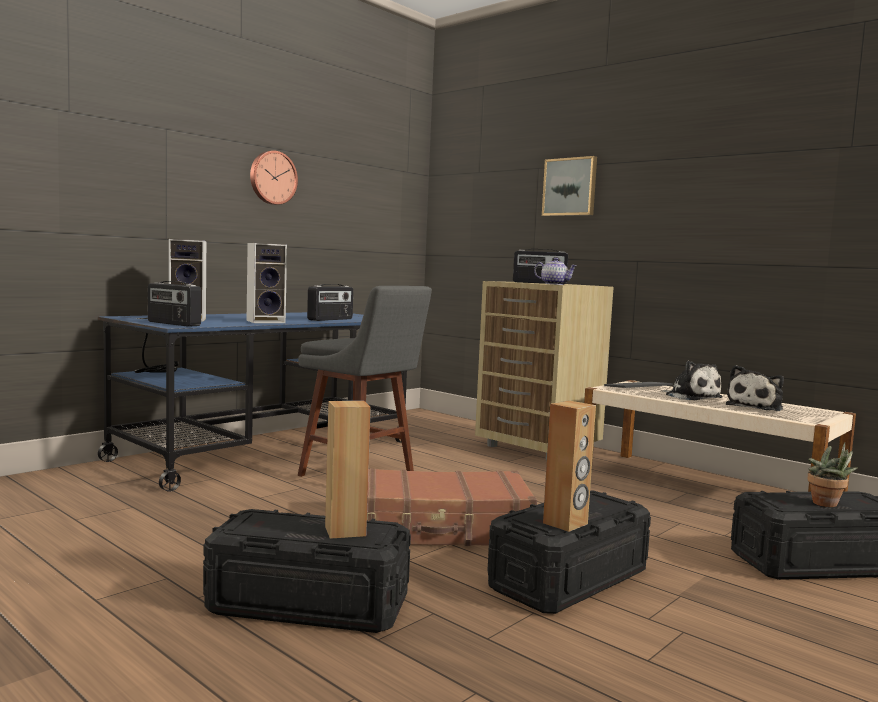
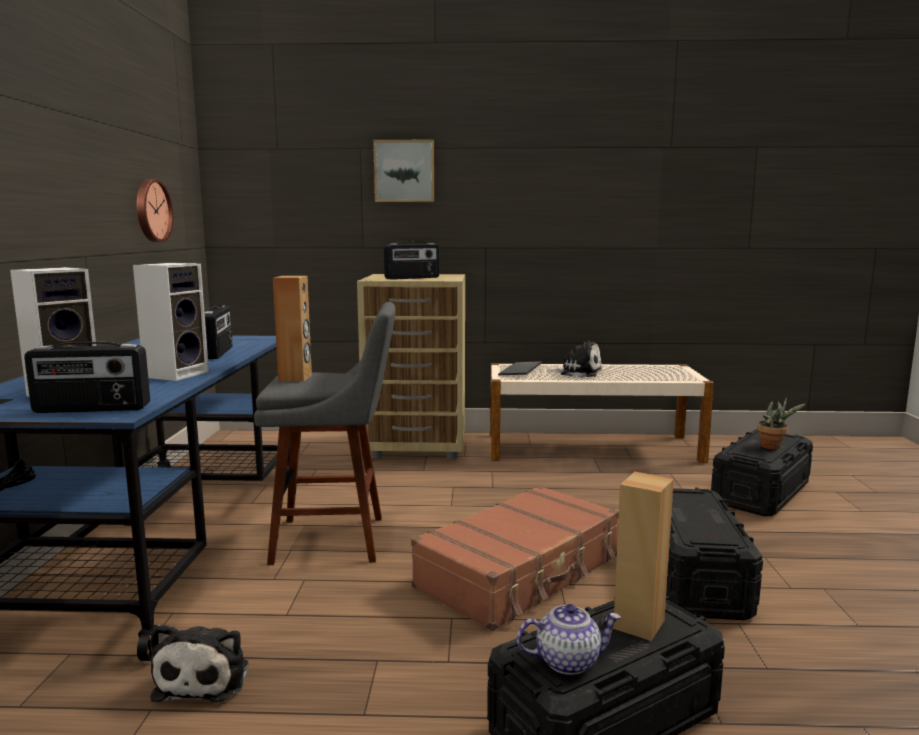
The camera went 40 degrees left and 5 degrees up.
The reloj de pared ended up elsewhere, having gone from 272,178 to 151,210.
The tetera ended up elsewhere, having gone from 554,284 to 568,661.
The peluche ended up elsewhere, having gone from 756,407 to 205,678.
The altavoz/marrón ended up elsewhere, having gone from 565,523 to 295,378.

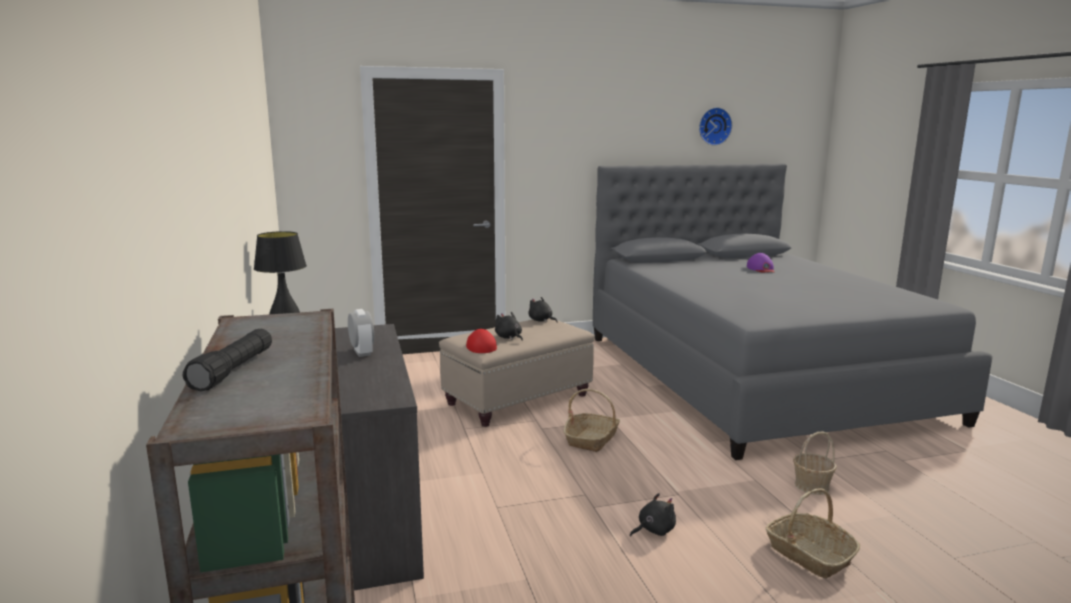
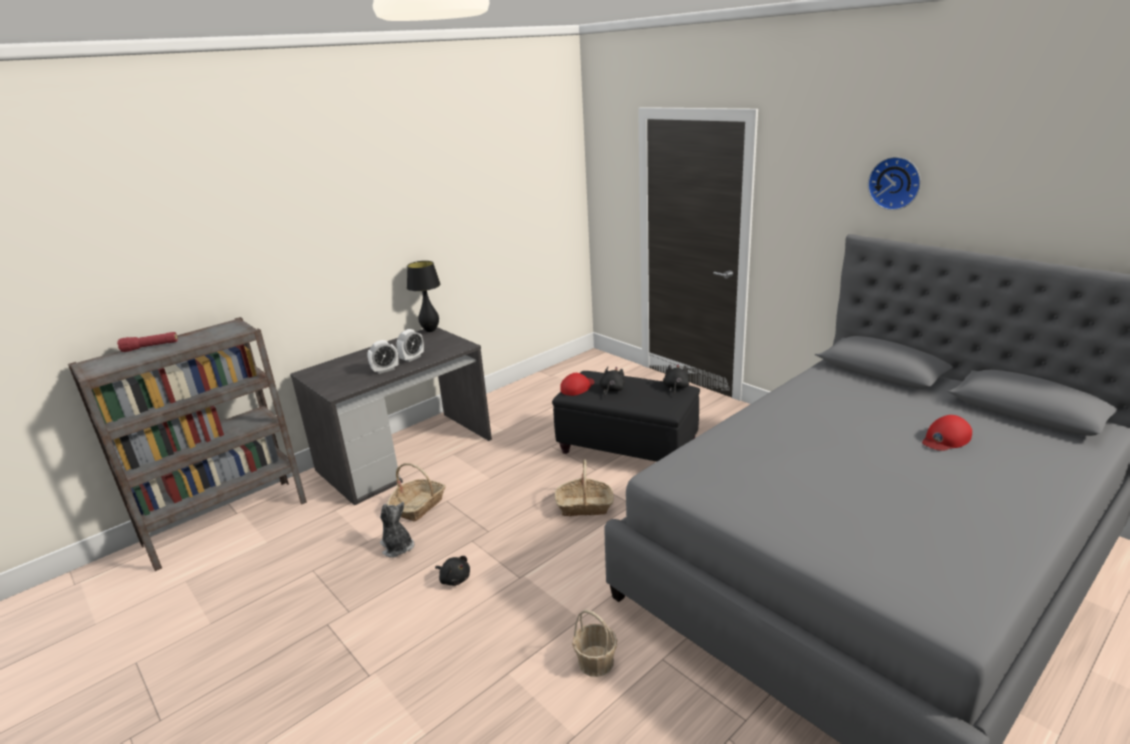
The camera went 65 degrees right and 10 degrees up.
The reloj de pared ended up elsewhere, having gone from 714,126 to 895,183.
What was the gorra/morado at 761,269 turned into the gorra/rojo at 945,439.
What was the puf/beis at 517,399 turned into the puf/negro at 626,447.
What was the linterna/negro at 234,371 turned into the linterna/rojo at 150,347.
The cesta ended up elsewhere, having gone from 809,554 to 418,506.
The second view gained the despertador at 385,370.
The second view gained the peluche at 397,547.

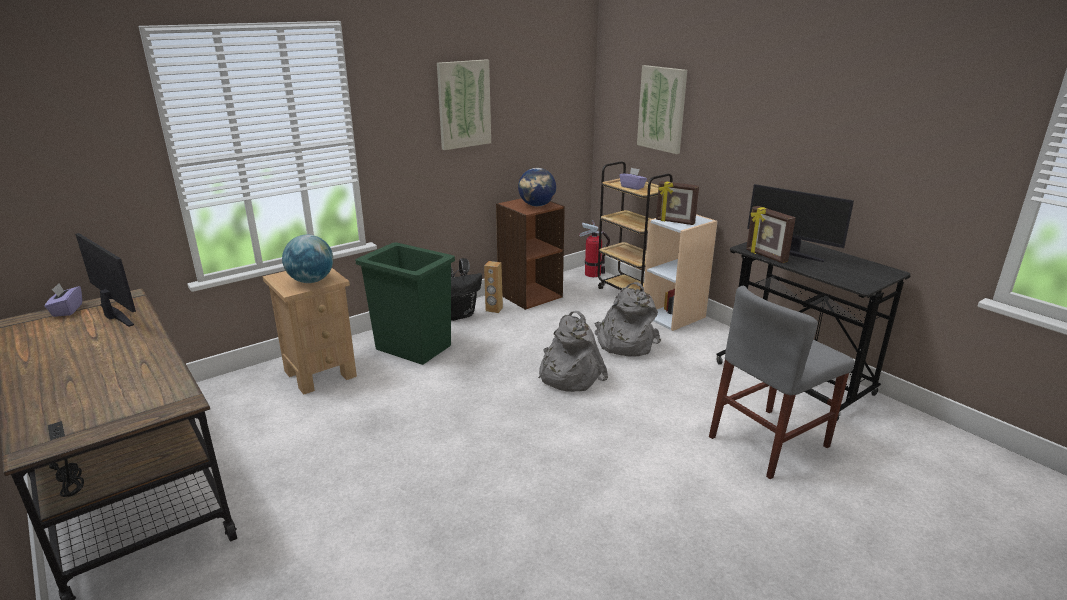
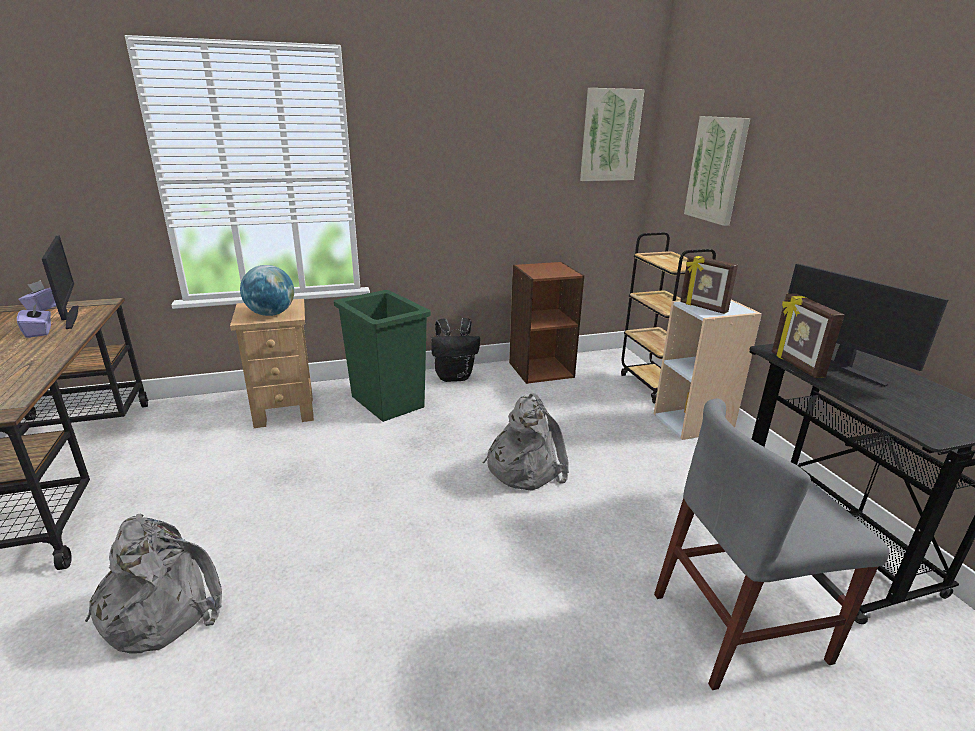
The camera went 20 degrees right and 0 degrees up.
The cuadro ended up elsewhere, having gone from 463,104 to 610,135.
The second view lost the globo terráqueo at 537,205.
The caja de pañuelos/morado ended up elsewhere, having gone from 632,187 to 39,332.
The second view lost the extintor at 593,274.
The second view lost the altavoz/marrón at 494,309.
The mochila/gris ended up elsewhere, having gone from 624,343 to 164,607.

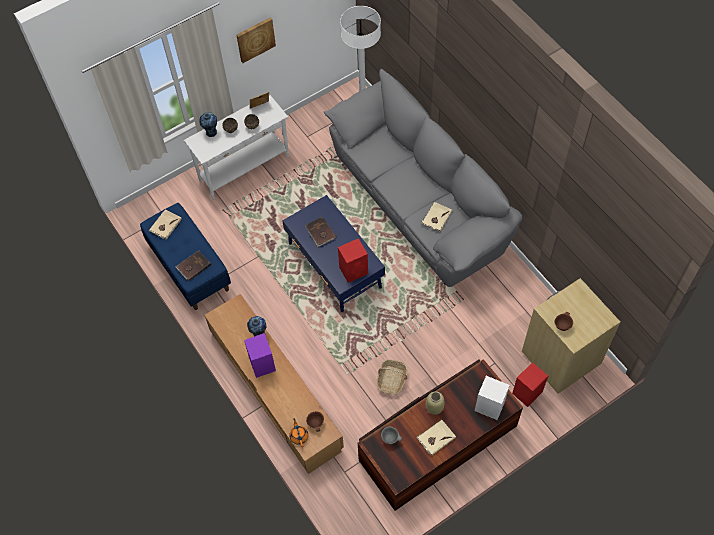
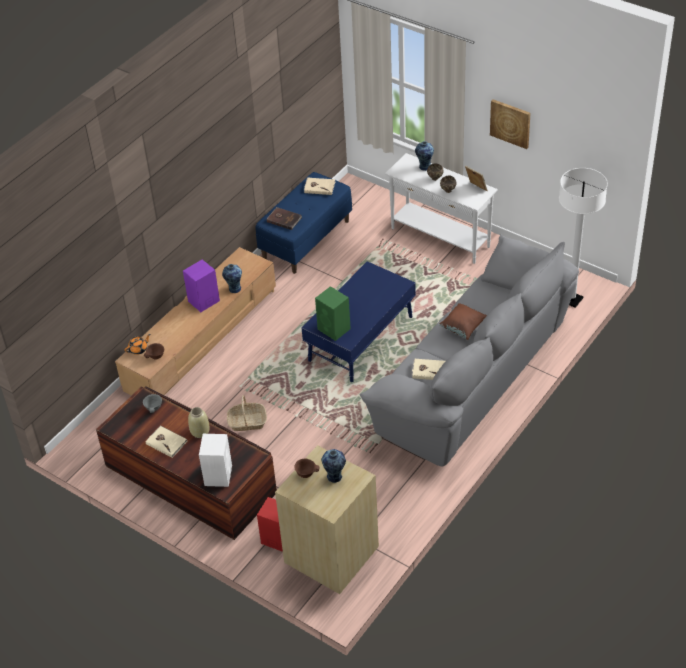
The camera went 70 degrees right and 15 degrees down.
The second view lost the libro/marrón at 320,232.
What was the altavoz/rojo at 354,270 turned into the altavoz/verde at 334,329.
The second view gained the cojín/marrón at 463,328.
The second view gained the florero at 334,477.

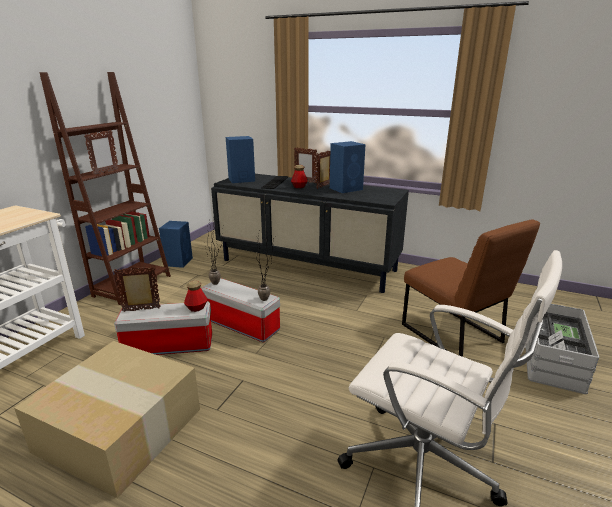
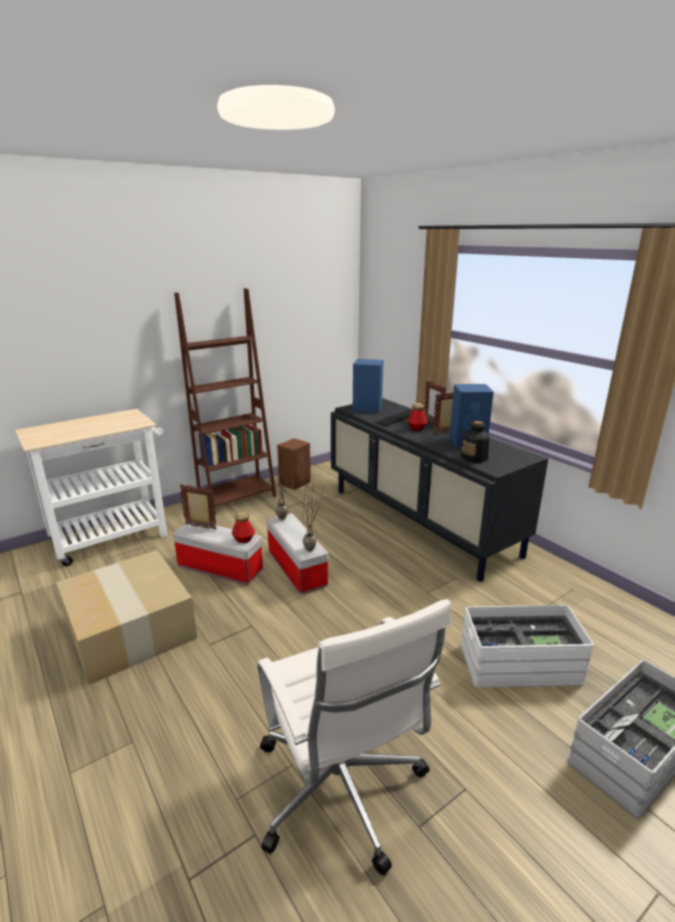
The camera went 30 degrees right and 0 degrees up.
The second view lost the portarretratos at 106,172.
Where the silla/marrón stood at 453,335, the caja de almacenaje/blanco came to stand at 519,664.
What was the altavoz/azul at 179,261 turned into the altavoz/marrón at 295,482.
The second view gained the botella at 474,457.

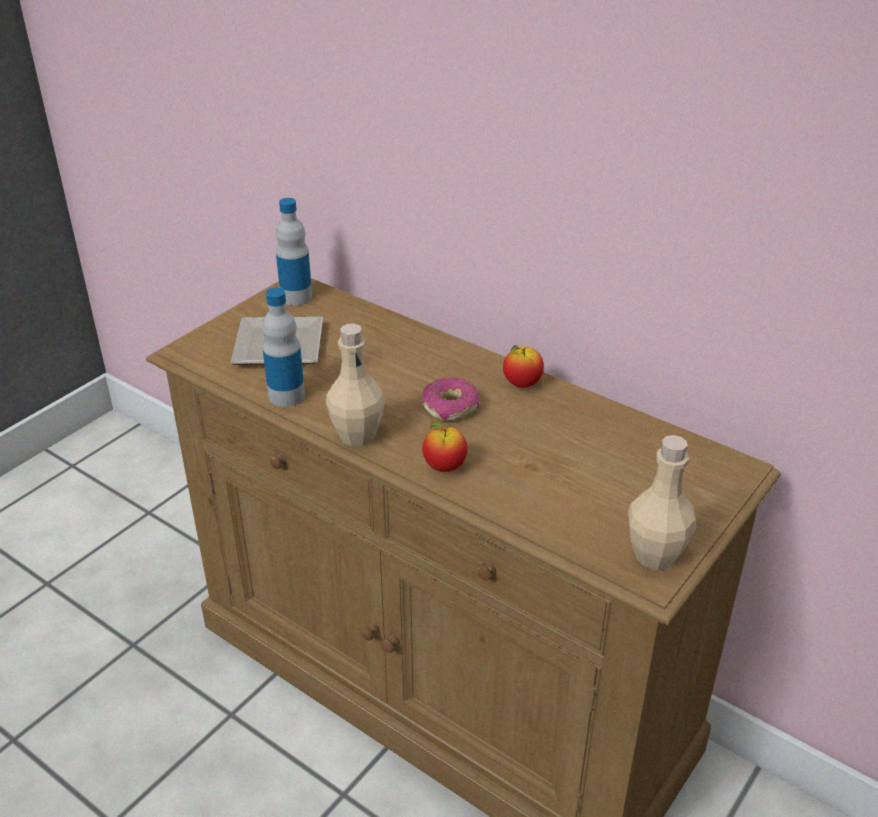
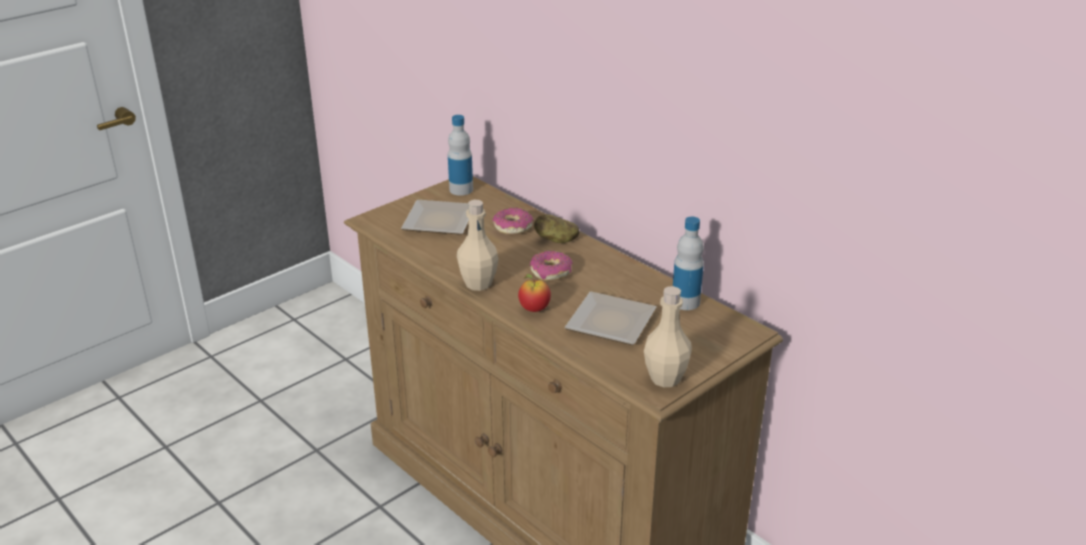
The camera went 10 degrees right and 5 degrees down.
The botella ended up elsewhere, having gone from 286,396 to 685,302.
The second view lost the manzana at 522,384.
The second view gained the rosquilla at 513,227.
The second view gained the patata at 556,240.
The second view gained the plato at 609,320.

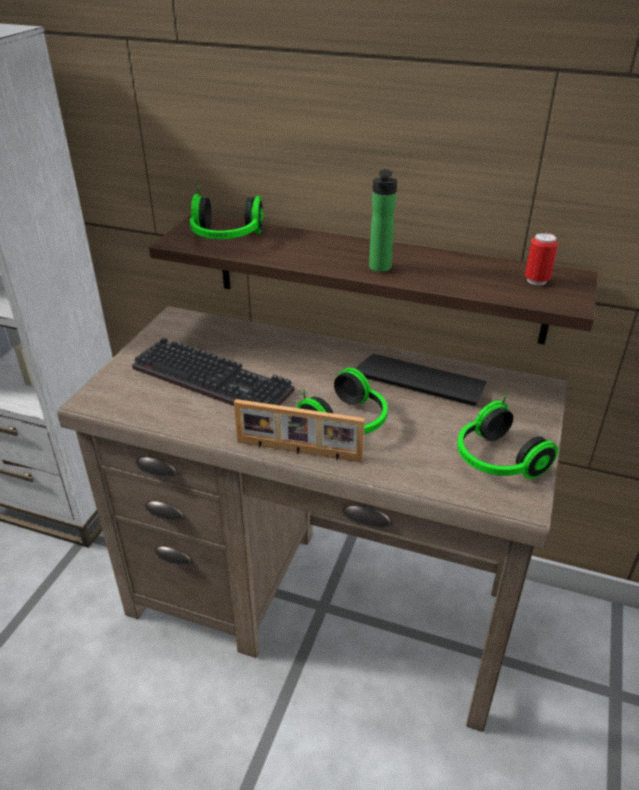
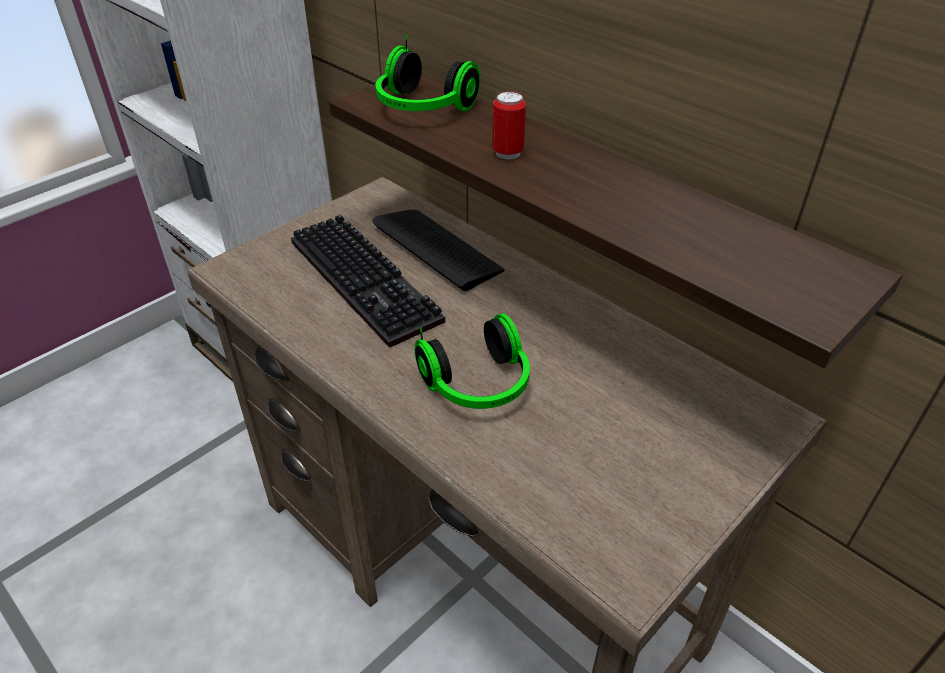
The camera went 25 degrees right and 5 degrees up.
The second view lost the botella at 380,269.
The lata ended up elsewhere, having gone from 536,280 to 507,153.
The teclado ended up elsewhere, having gone from 421,380 to 437,249.
The second view lost the auriculares at 495,461.
The second view lost the portarretratos at 298,452.

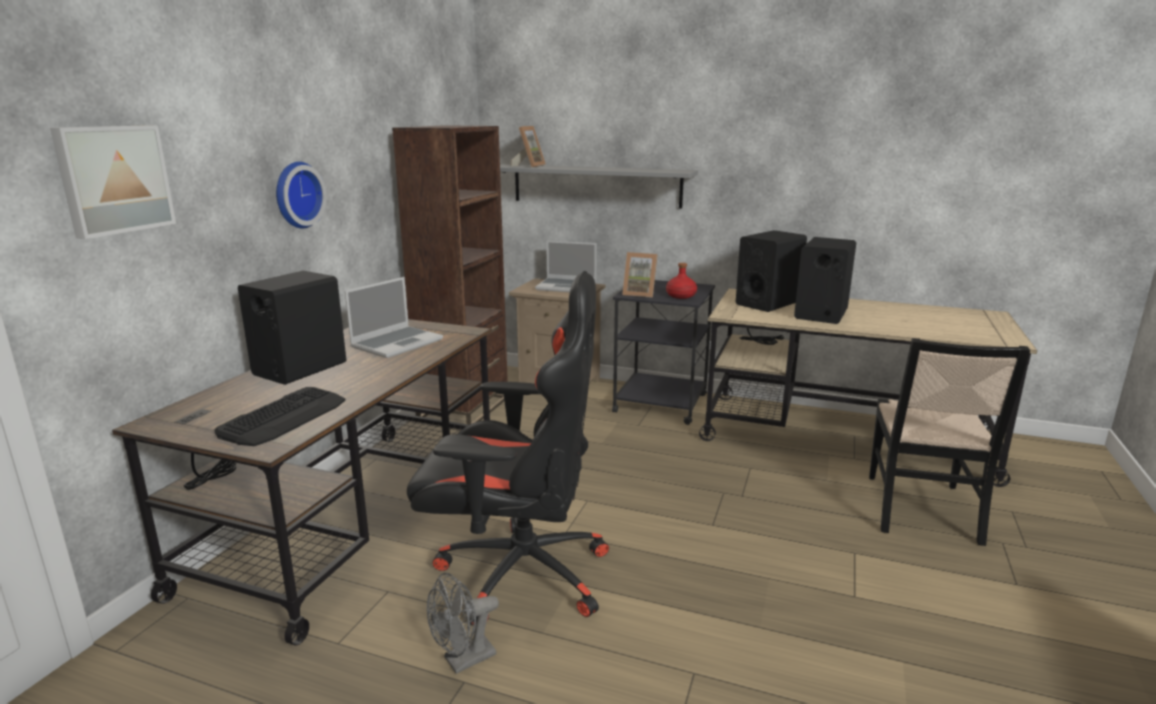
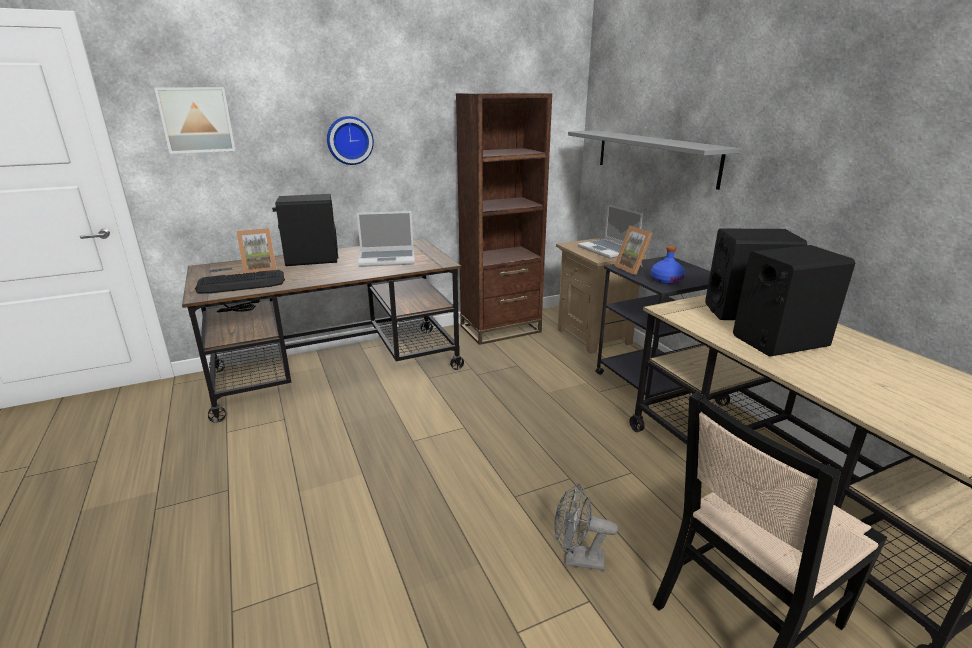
The camera went 45 degrees right and 5 degrees up.
The portarretratos ended up elsewhere, having gone from 529,166 to 260,270.
What was the botella/rojo at 680,296 turned into the botella/azul at 666,280.
The second view lost the silla de oficina/negro at 511,573.
The ventilador/gris ended up elsewhere, having gone from 463,661 to 577,559.

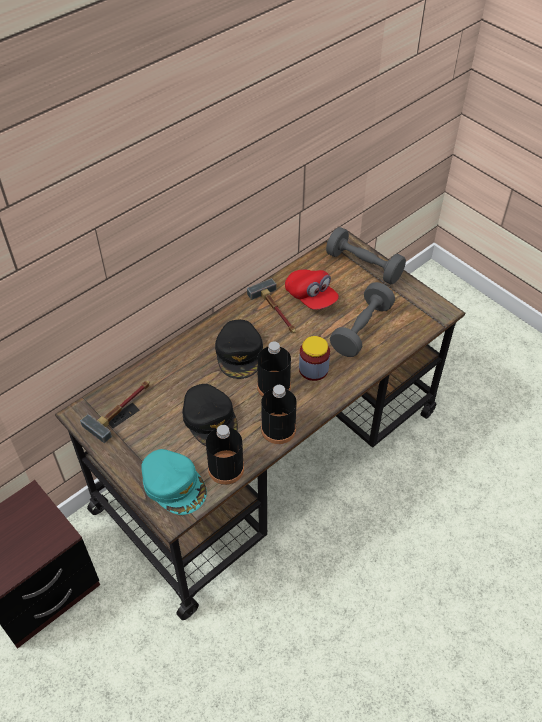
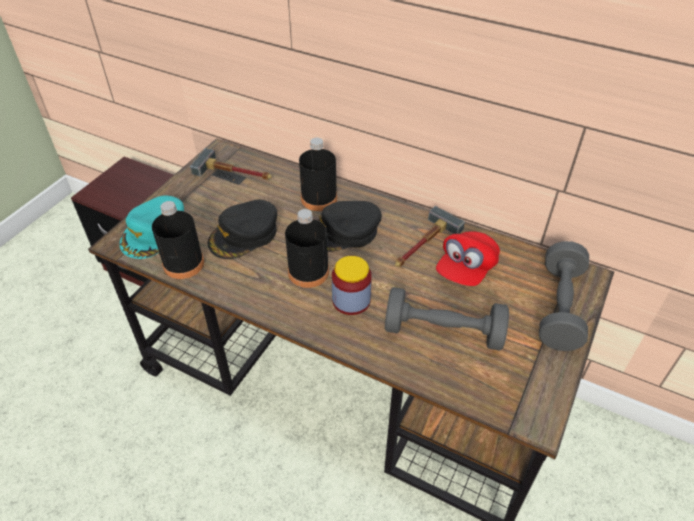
The camera went 70 degrees right and 5 degrees down.
The botella/negro ended up elsewhere, having gone from 278,429 to 319,199.

